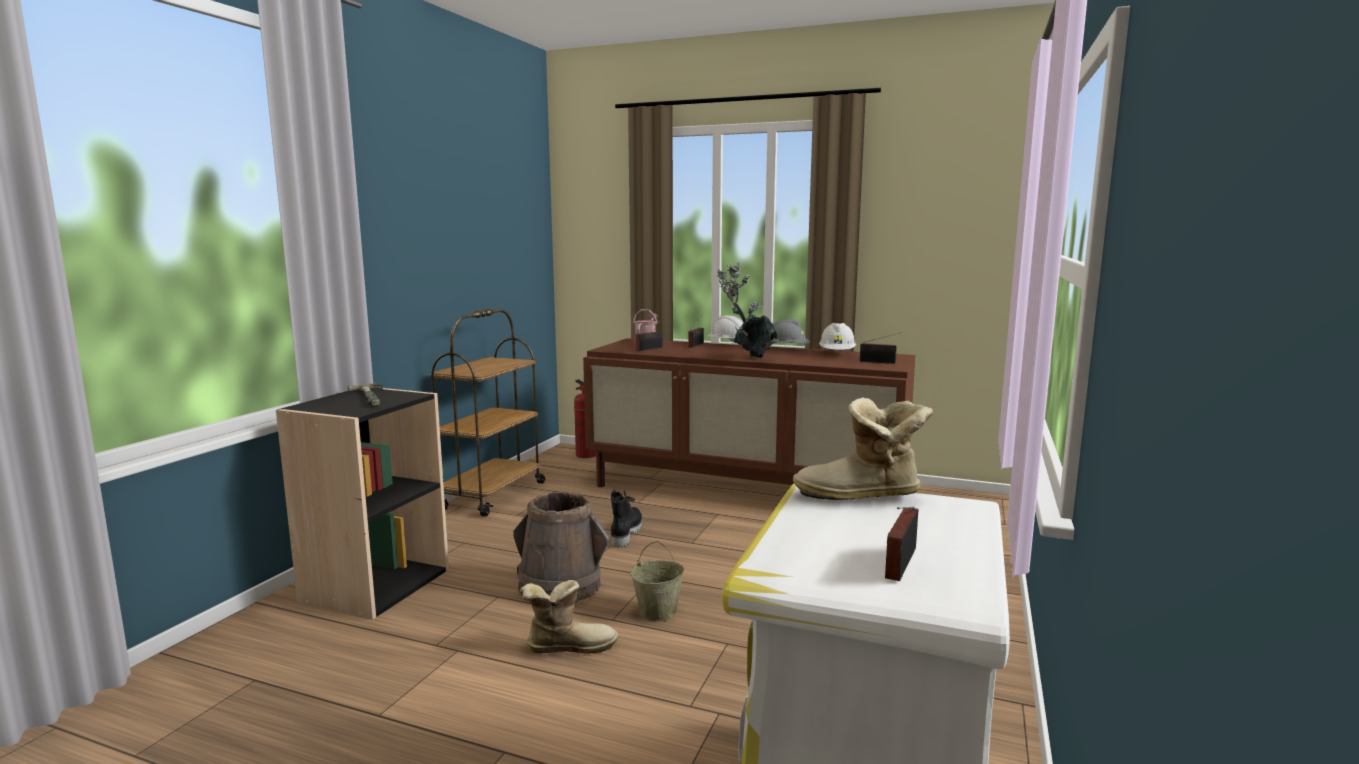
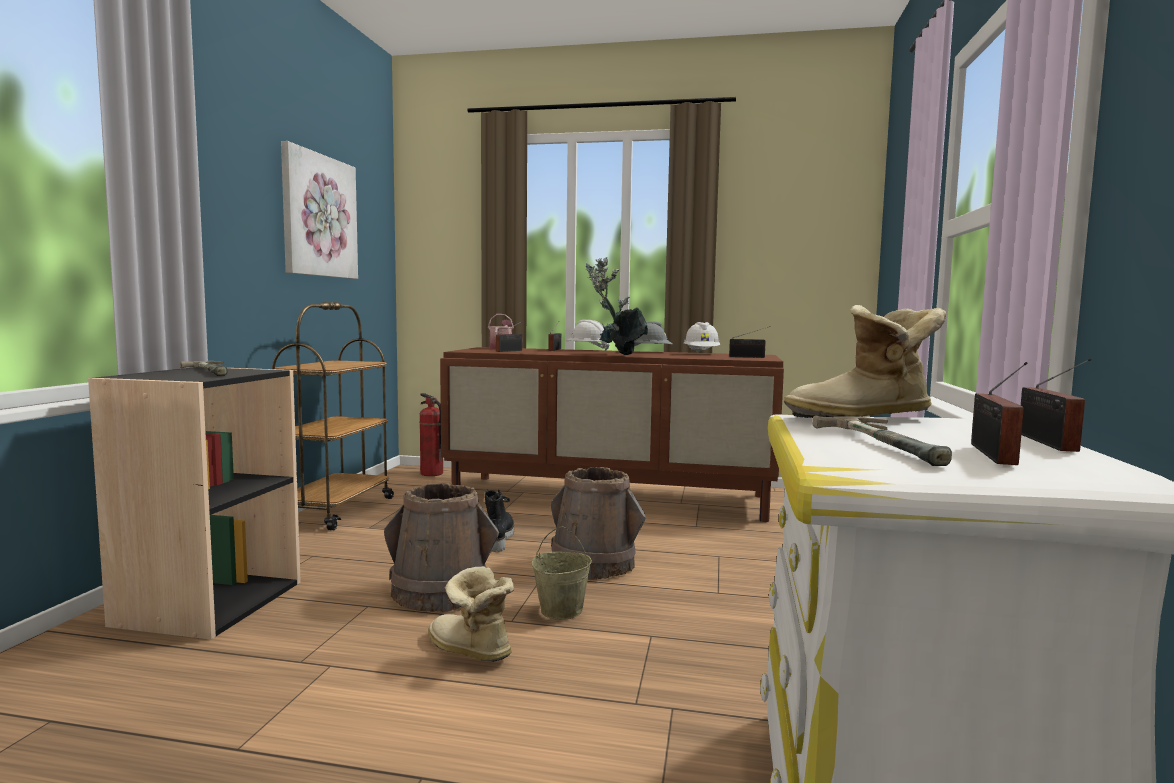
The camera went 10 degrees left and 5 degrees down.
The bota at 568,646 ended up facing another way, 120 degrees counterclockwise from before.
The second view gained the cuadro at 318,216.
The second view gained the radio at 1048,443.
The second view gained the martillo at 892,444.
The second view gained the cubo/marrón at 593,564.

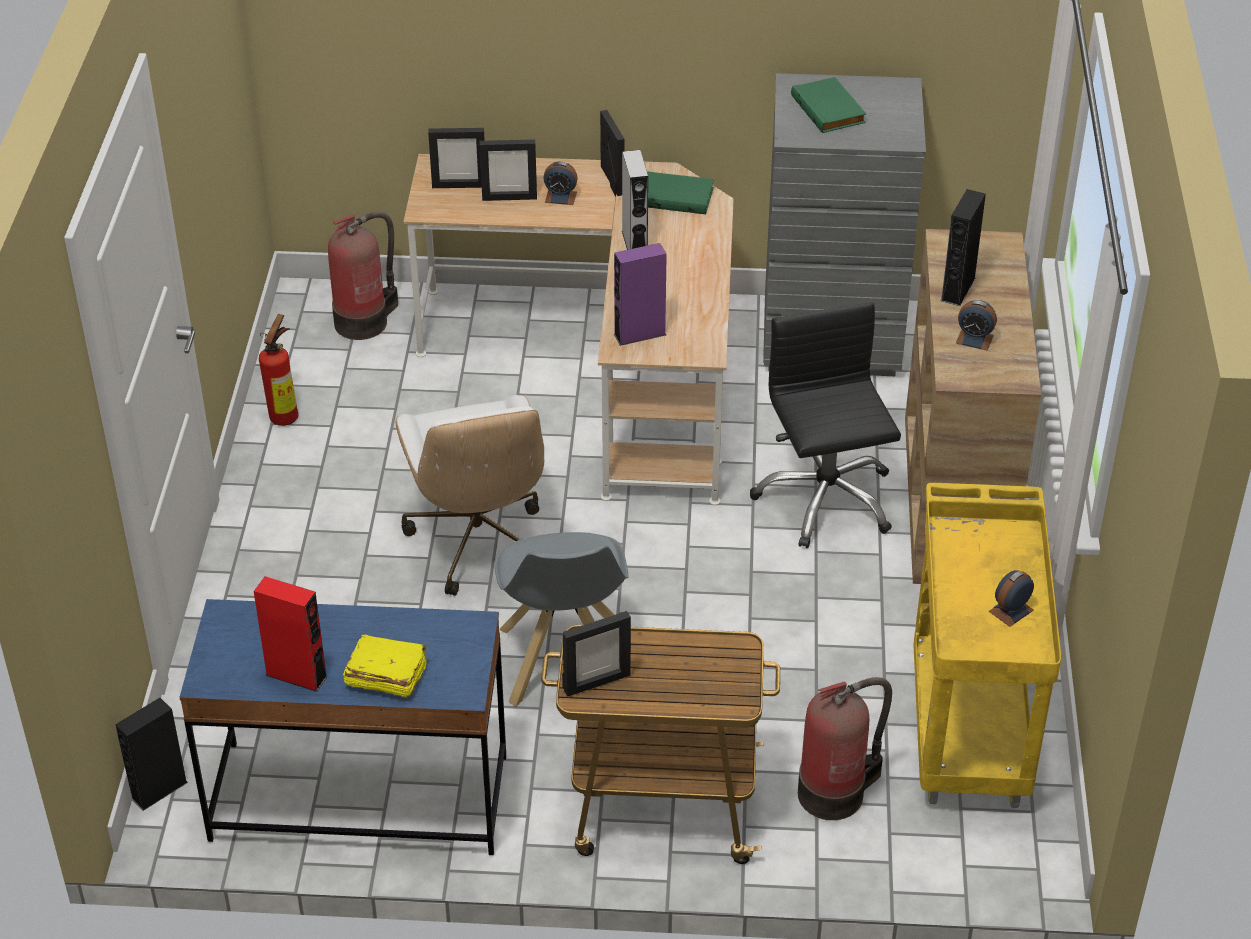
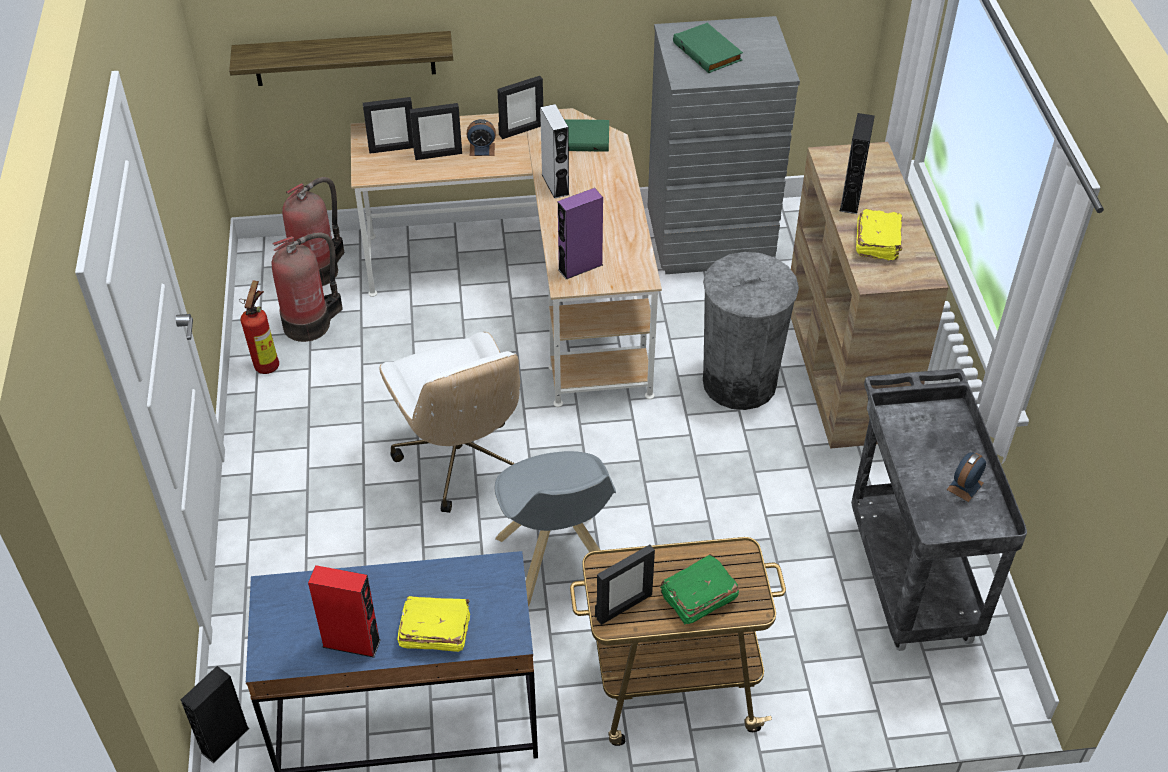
The camera went 10 degrees left and 5 degrees up.
The portarretratos at 611,180 ended up facing another way, 90 degrees clockwise from before.
Where the despertador stood at 974,339, the libro/amarillo came to stand at 878,243.
Where the silla de oficina/negro stood at 825,499, the papelera/gris came to stand at 739,382.
What was the carrito/amarillo at 967,727 turned into the carrito/gris at 908,573.
The extintor ended up elsewhere, having gone from 835,792 to 310,323.
The second view gained the estante at 344,58.
The second view gained the libro/verde at 697,597.

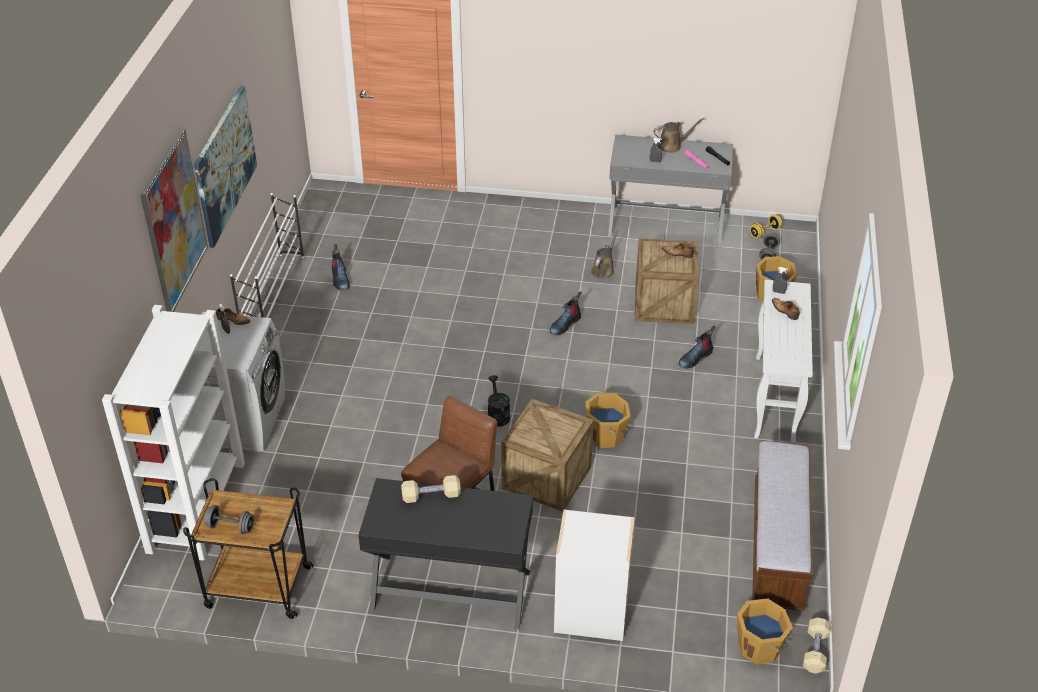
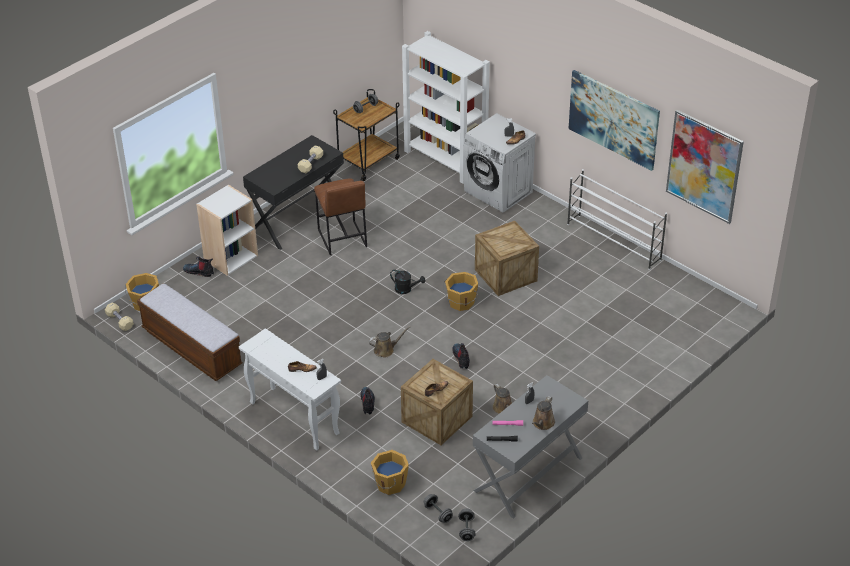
The camera went 125 degrees right and 0 degrees up.
The cuadro ended up elsewhere, having gone from 174,222 to 704,166.
What was the mancuerna/amarillo at 765,233 turned into the mancuerna/gris at 466,530.
The bota ended up elsewhere, having gone from 340,279 to 199,272.
The cubo/naranja ended up elsewhere, having gone from 606,435 to 461,302.
The caja de embalaje ended up elsewhere, having gone from 546,478 to 505,275.
The second view gained the regadera/marrón at 386,350.

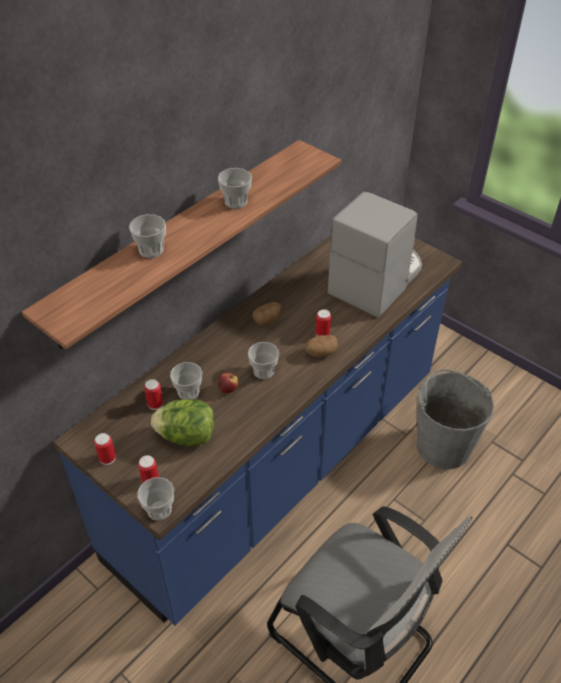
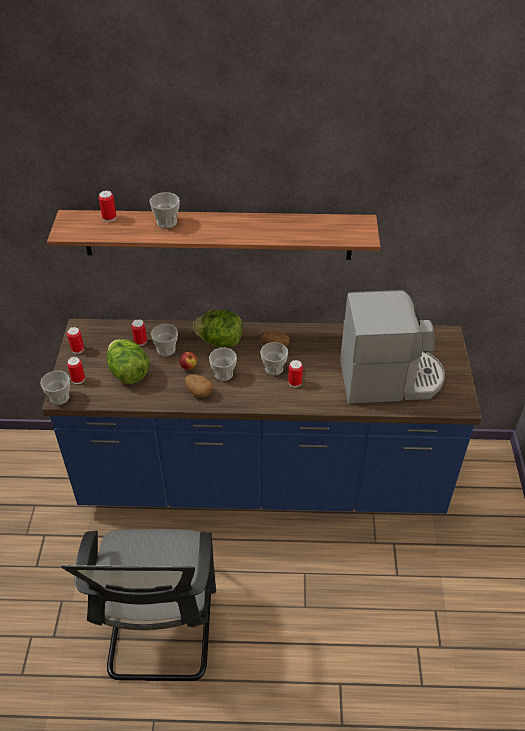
The camera went 50 degrees right and 0 degrees up.
The taza ended up elsewhere, having gone from 236,202 to 274,368.
The patata ended up elsewhere, having gone from 320,353 to 199,392.
The second view lost the cubo/gris at 443,445.
The second view gained the lata at 109,218.
The second view gained the lechuga at 220,341.

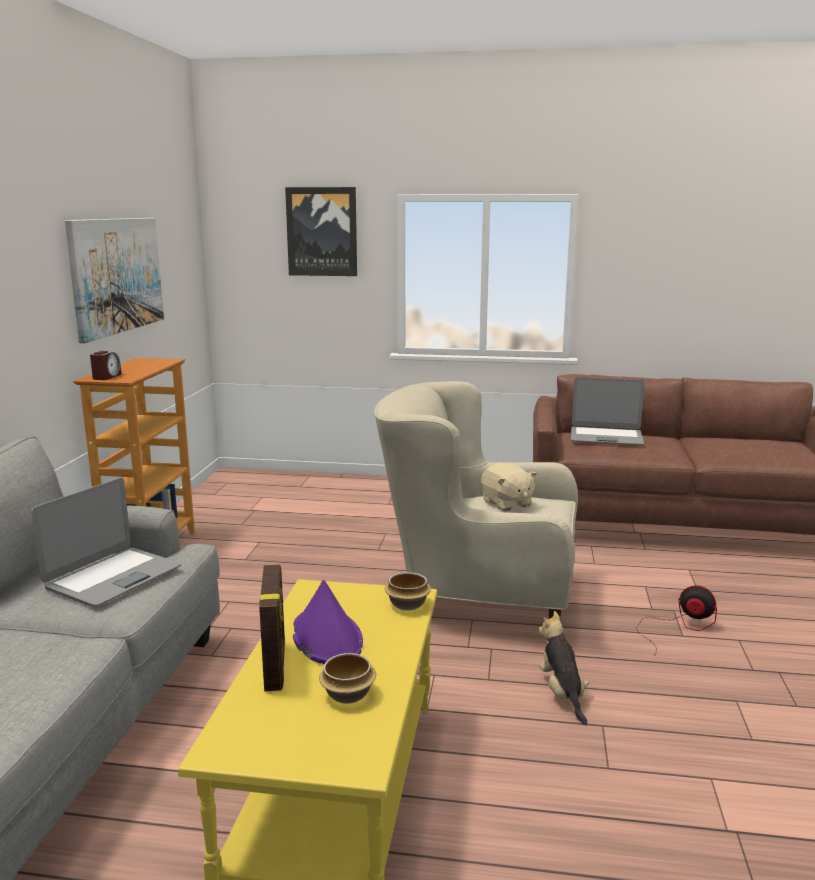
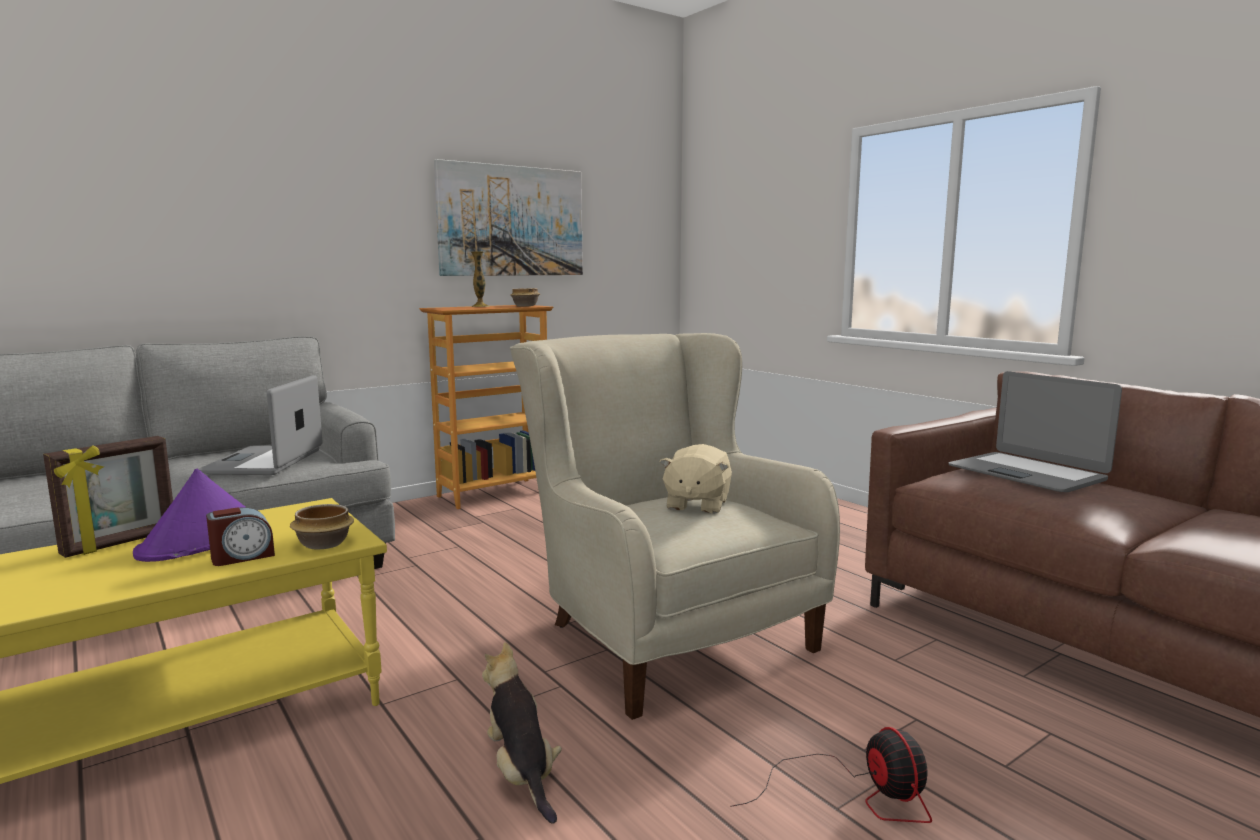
The camera went 45 degrees right and 5 degrees down.
The second view lost the cuadro at 322,232.
The despertador ended up elsewhere, having gone from 106,377 to 242,557.
The portátil at 113,578 ended up facing another way, 105 degrees clockwise from before.
The peluche at 562,693 ended up facing another way, 60 degrees counterclockwise from before.
The cuenco ended up elsewhere, having gone from 349,694 to 525,306.
The second view gained the florero at 480,306.

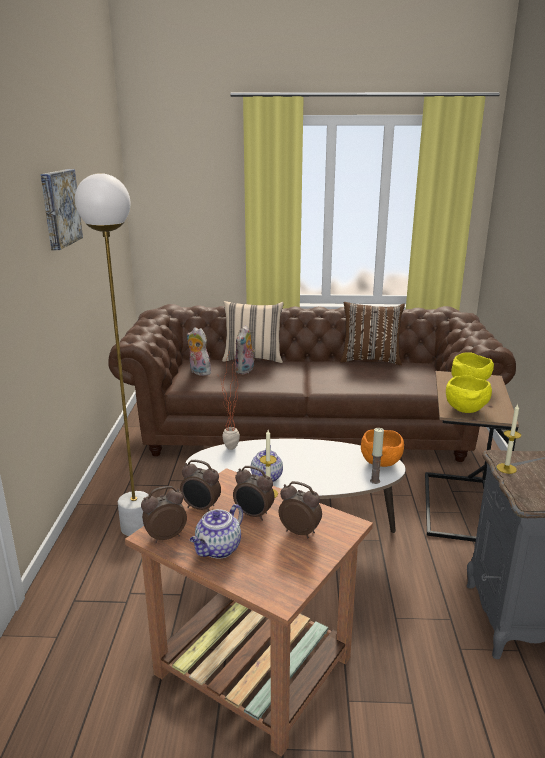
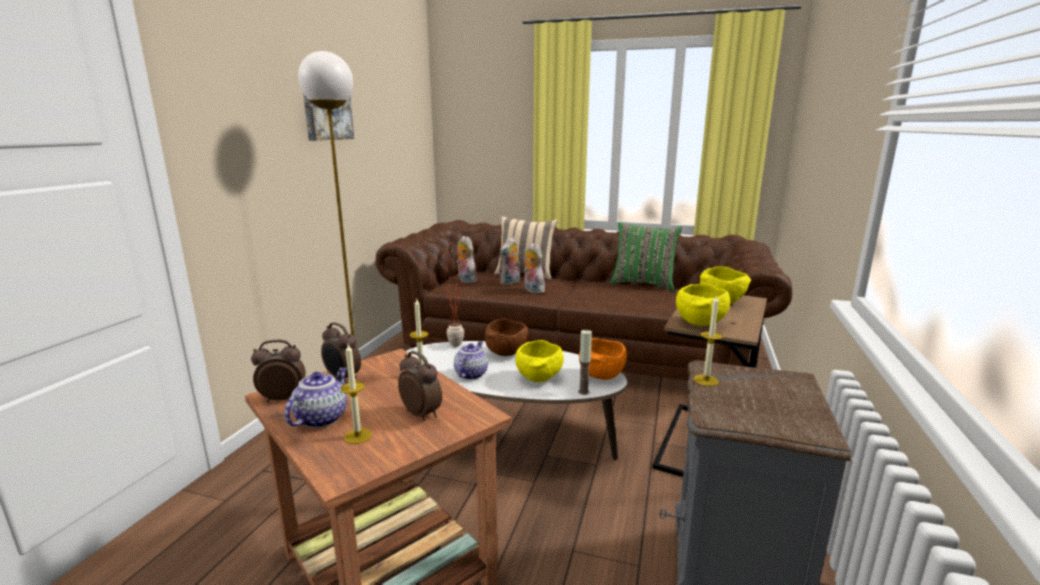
The camera went 15 degrees right and 5 degrees down.
What was the cojín/marrón at 370,359 turned into the cojín/verde at 643,284.
The second view lost the despertador at 253,515.
The tetera at 218,549 ended up facing another way, 150 degrees clockwise from before.
The second view gained the peluche at 532,290.
The second view gained the cuenco/marrón at 506,353.
The second view gained the cuenco/amarillo at 539,379.
The second view gained the vela at 358,436.

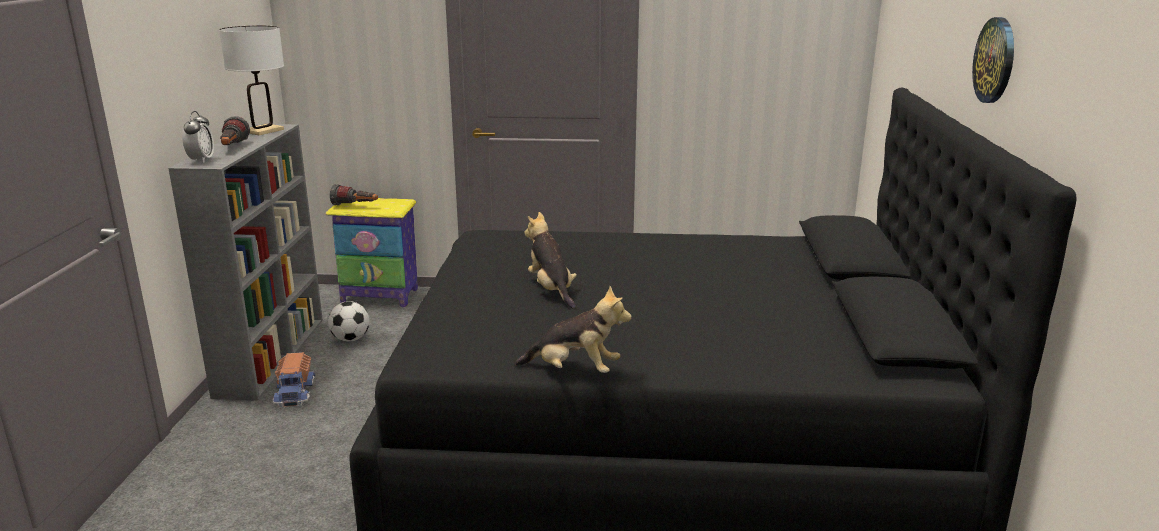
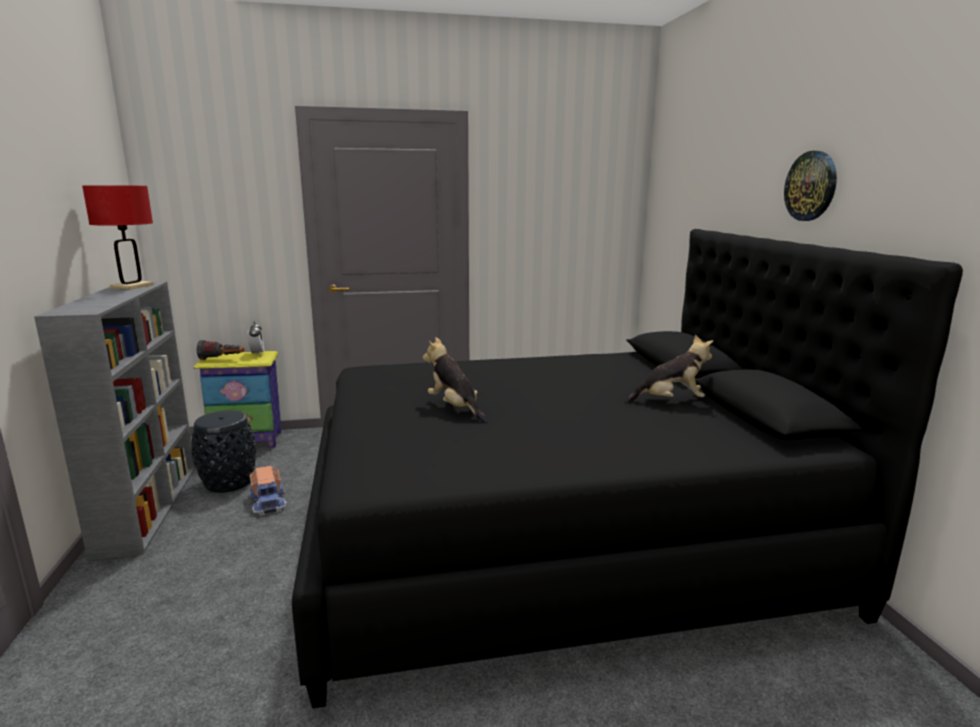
The camera went 15 degrees left and 5 degrees down.
What was the lámpara de mesa/blanco at 263,131 turned into the lámpara de mesa/rojo at 132,286.
The despertador ended up elsewhere, having gone from 201,160 to 257,354.
The second view lost the linterna at 233,148.
The peluche ended up elsewhere, having gone from 574,370 to 670,401.
Where the balón de fútbol stood at 350,339, the taburete/negro came to stand at 228,482.
The camión de juguete ended up elsewhere, having gone from 295,392 to 269,501.

